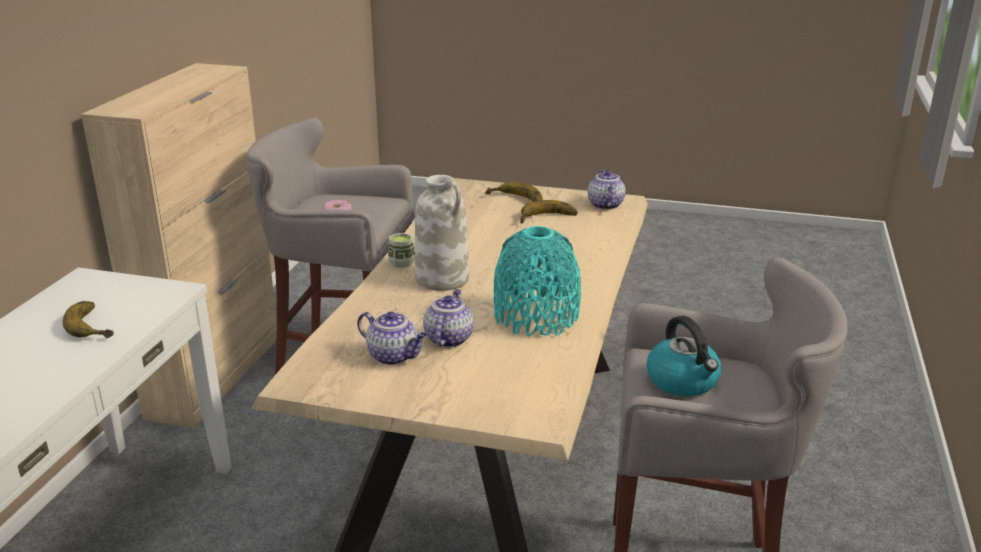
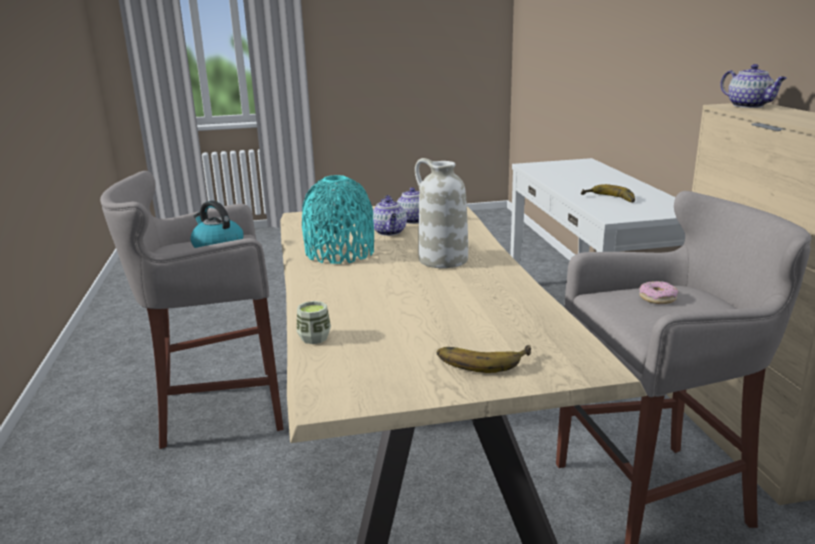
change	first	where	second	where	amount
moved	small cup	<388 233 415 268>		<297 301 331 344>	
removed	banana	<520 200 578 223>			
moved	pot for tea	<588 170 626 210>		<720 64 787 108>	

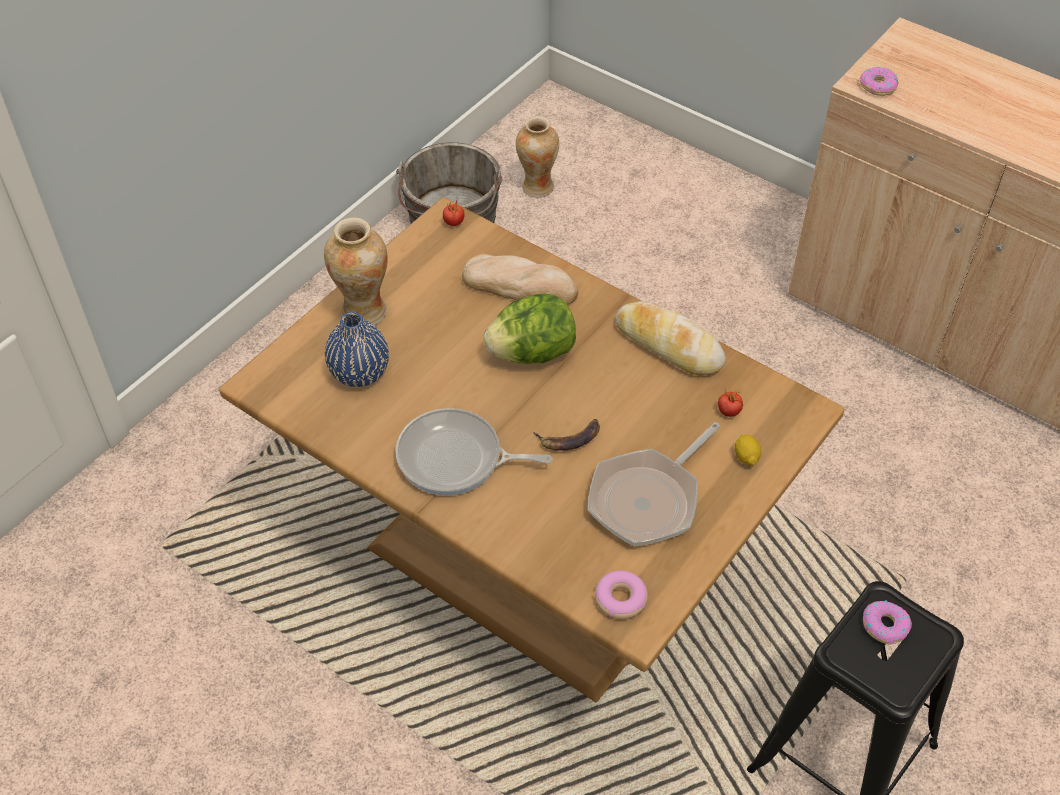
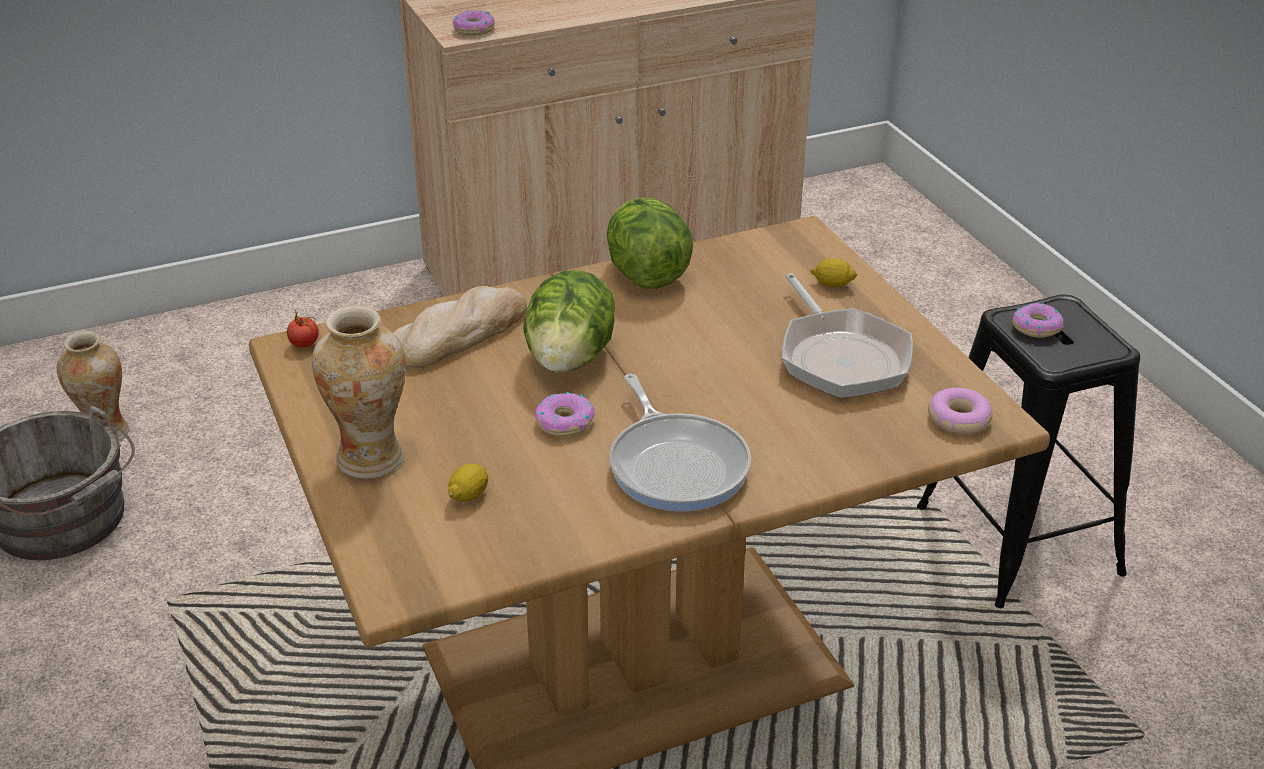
change	first	where	second	where	amount
replaced	decorative vase in blue	<325 312 389 387>	whole lemon	<448 464 488 502>	
turned	frying pan	<396 408 553 496>		<609 374 751 512>	60 degrees counterclockwise
removed	banana	<533 419 600 451>			
replaced	baked bread	<615 301 726 376>	lettuce head	<607 198 693 289>	
removed	tomato	<718 390 743 417>			
added			donut	<535 392 595 436>	

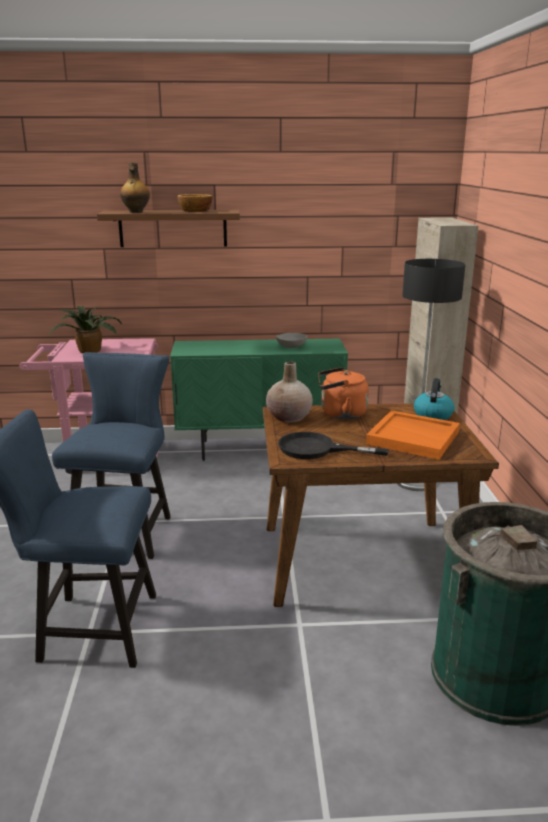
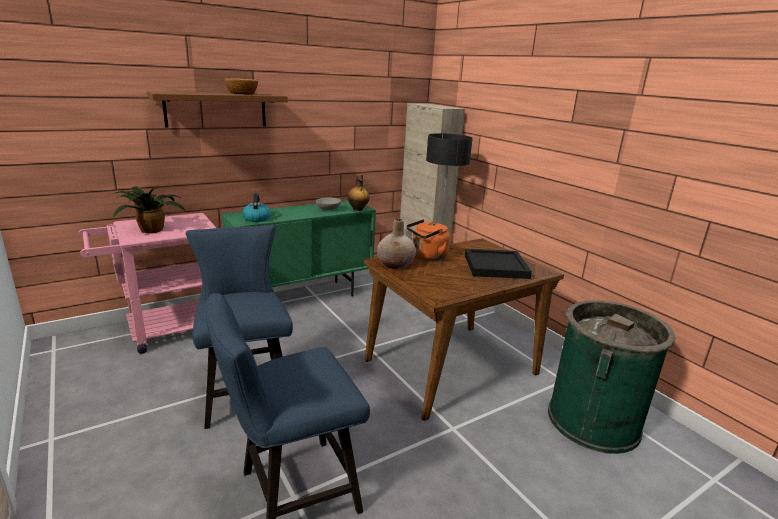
change	first	where	second	where	amount
moved	bottle	<120 163 150 213>		<347 174 370 211>	
removed	frying pan in black-coloured	<278 432 389 459>			
recoloured	carrying tray in orange	<366 410 460 460>	carrying tray in black-coloured	<465 248 532 279>	
moved	kettle	<414 378 455 420>		<242 193 271 222>	

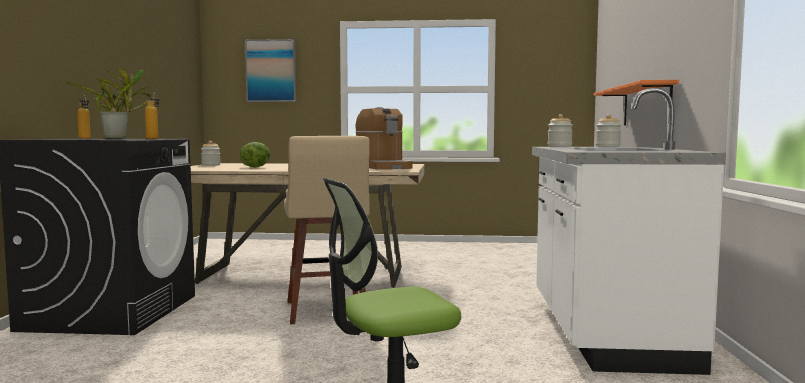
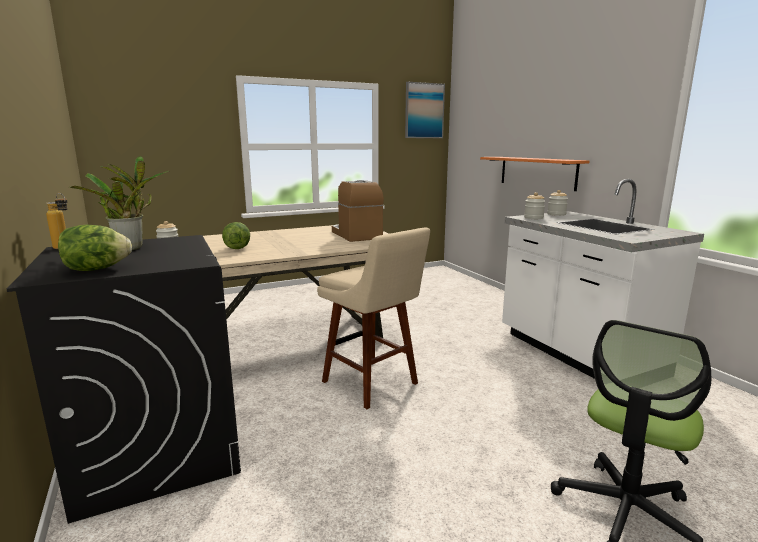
change	first	where	second	where	amount
removed	bottle	<145 93 160 139>			
moved	wall picture	<245 39 297 102>		<405 82 445 138>	
turned	coffee brewer	<356 107 413 170>		<332 180 384 242>	150 degrees counterclockwise
added			lettuce head	<58 225 132 271>	

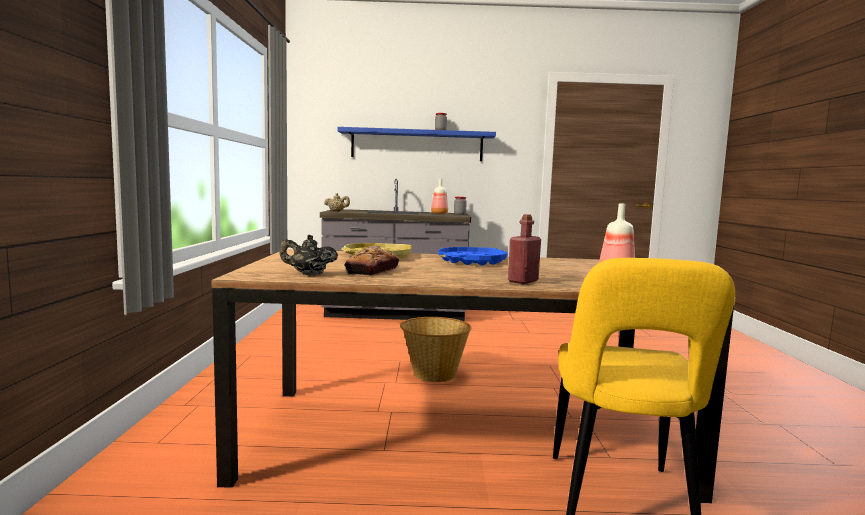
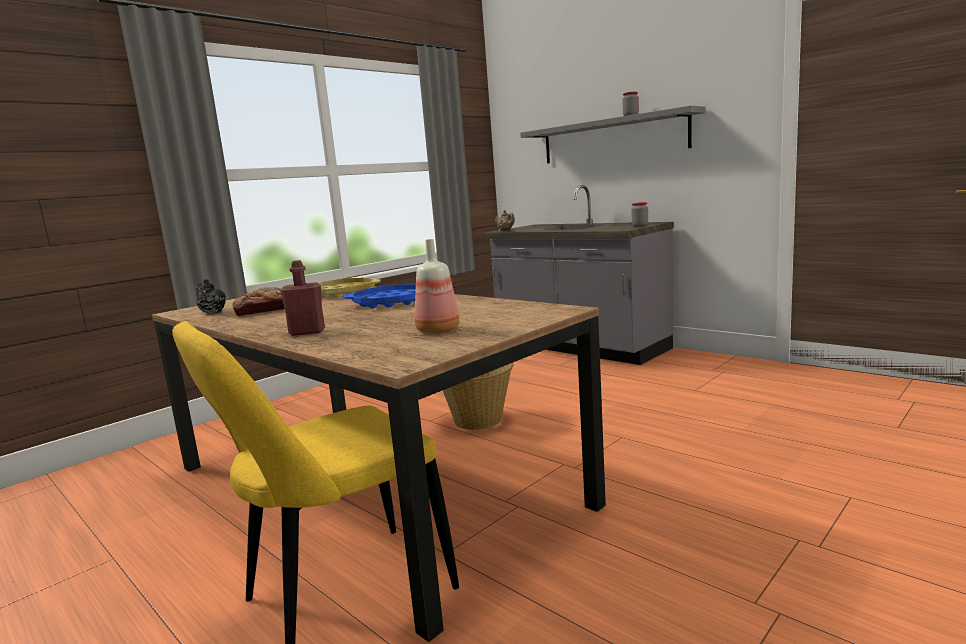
change	first	where	second	where	amount
recoloured	wall shelf in blue	<337 127 496 161>	wall shelf in greyish	<520 105 705 164>	
removed	bottle	<431 178 448 214>			

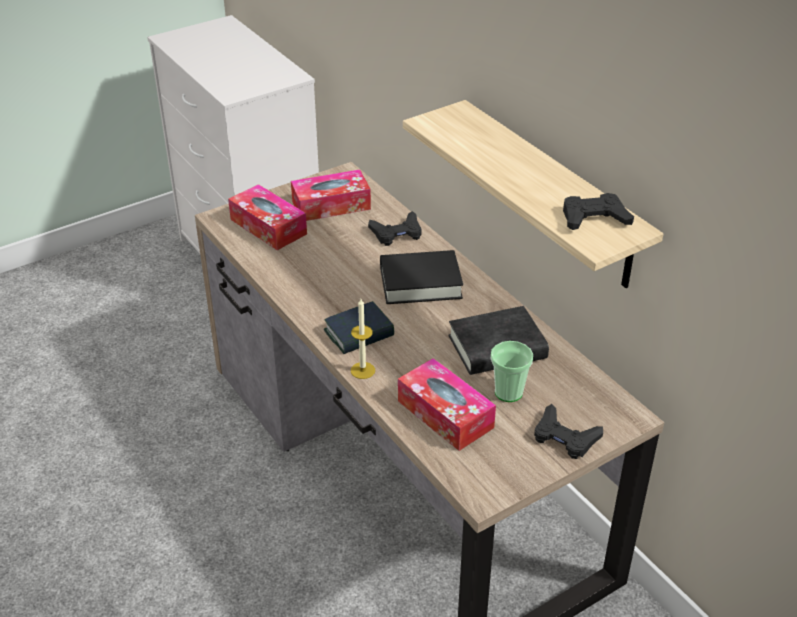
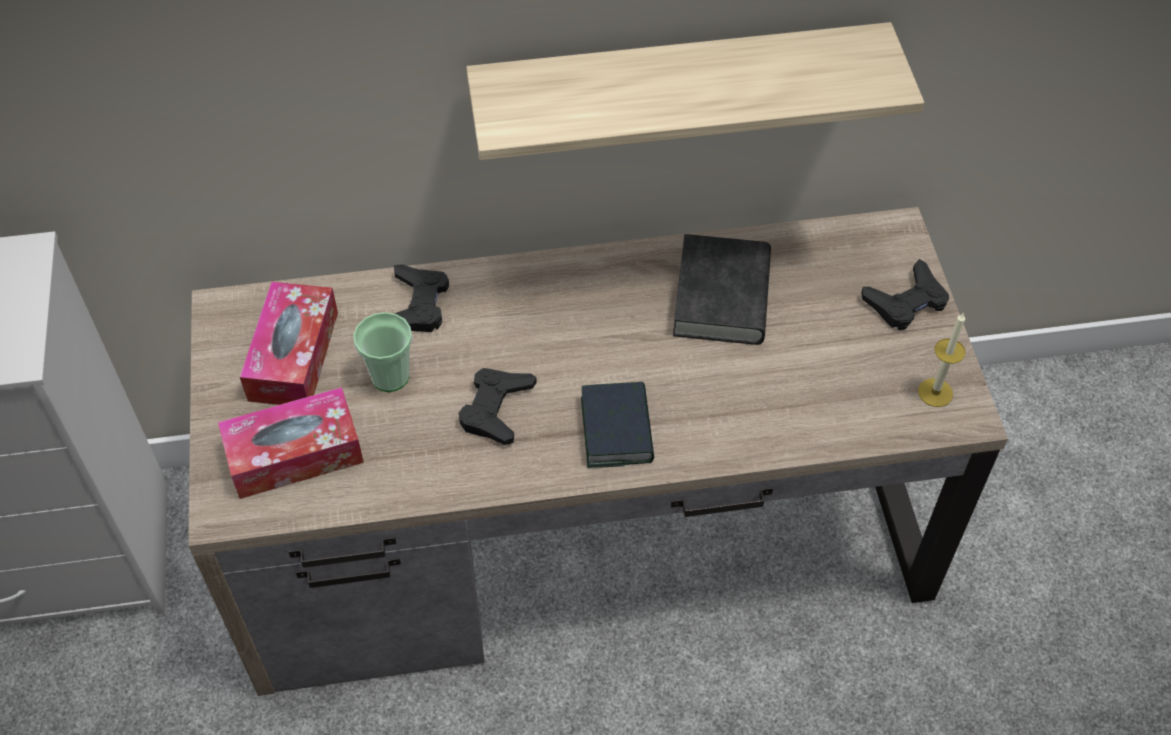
change	first	where	second	where	amount
moved	wax candle	<351 299 375 379>		<918 312 966 407>	
removed	volume in black-coloured	<380 250 463 304>			
removed	box of tissues	<398 358 496 451>			
moved	small cup	<491 341 533 402>		<353 312 412 392>	
moved	joypad in black-coloured	<563 193 634 230>		<459 368 537 445>	

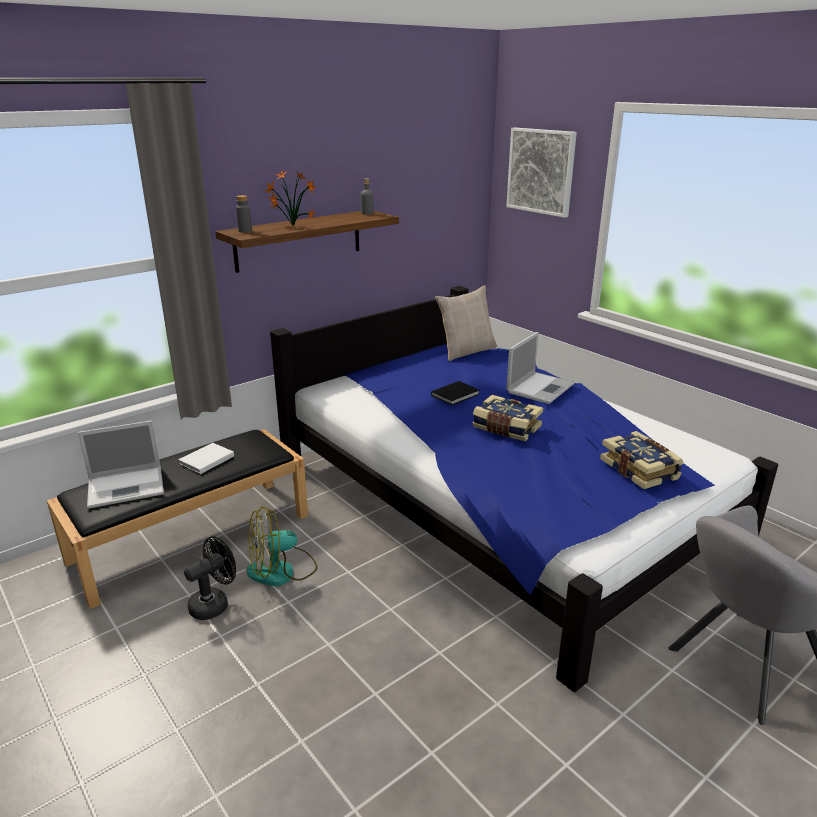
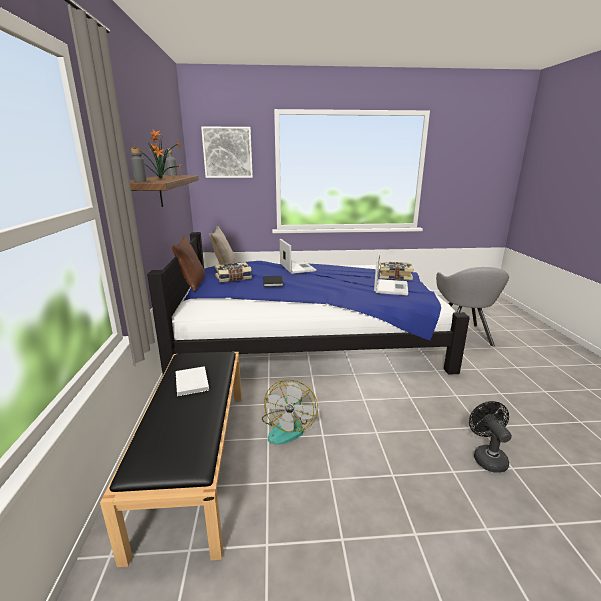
change	first	where	second	where	amount
moved	laptop	<78 420 164 509>		<374 251 408 295>	
moved	cooling fan in black-coloured	<184 536 236 620>		<469 401 512 473>	
moved	volume	<472 395 543 441>		<215 262 252 282>	
added			throw pillow in brownish	<171 236 205 292>	

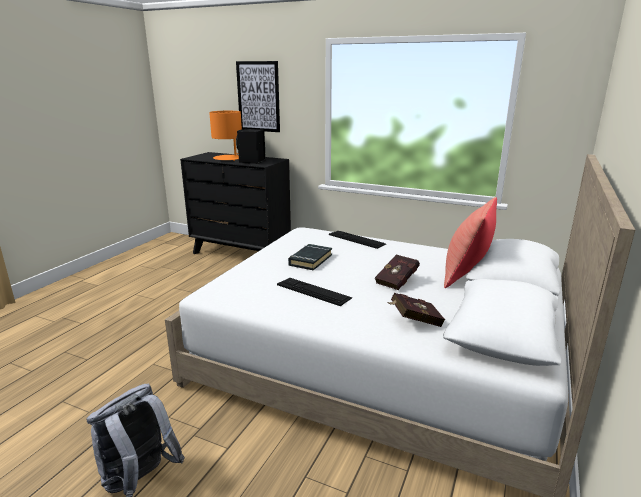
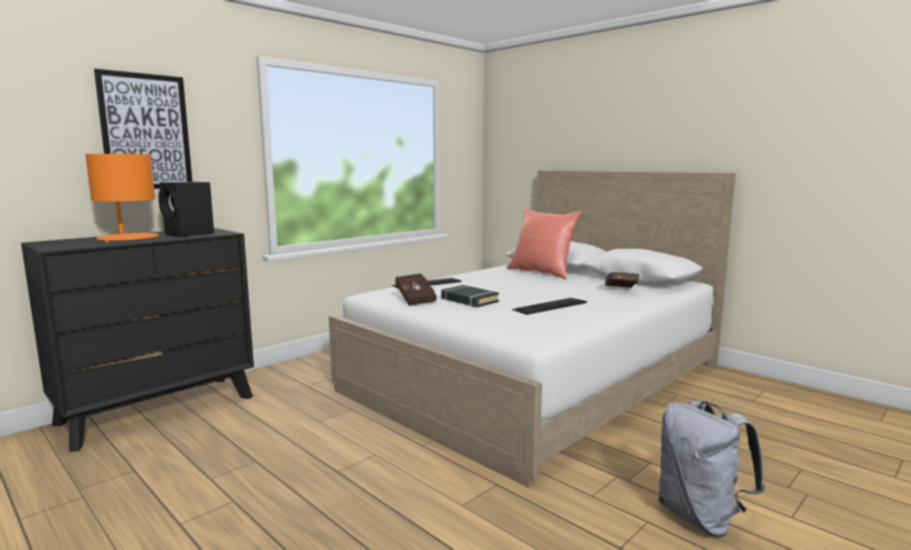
change	first	where	second	where	amount
moved	volume in red-coloured	<375 254 420 290>		<395 274 437 306>	

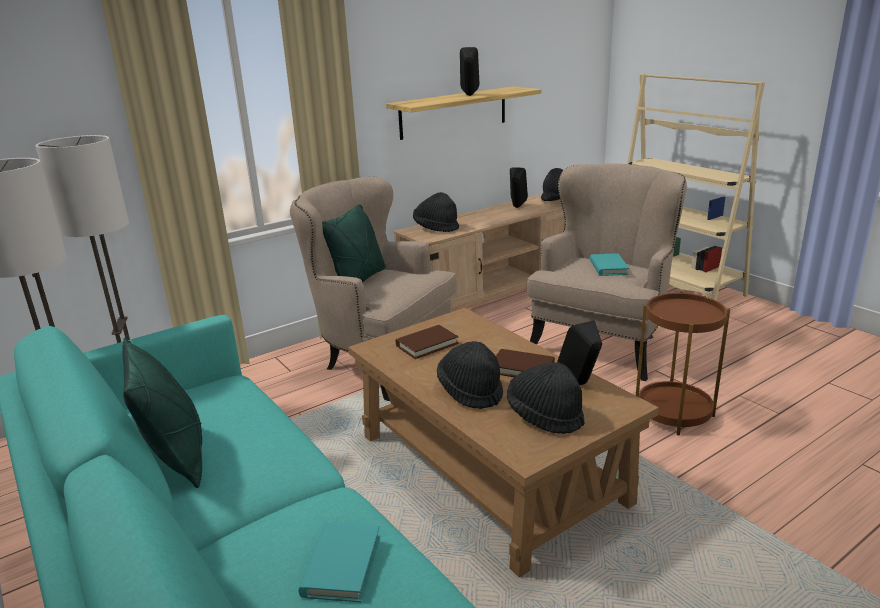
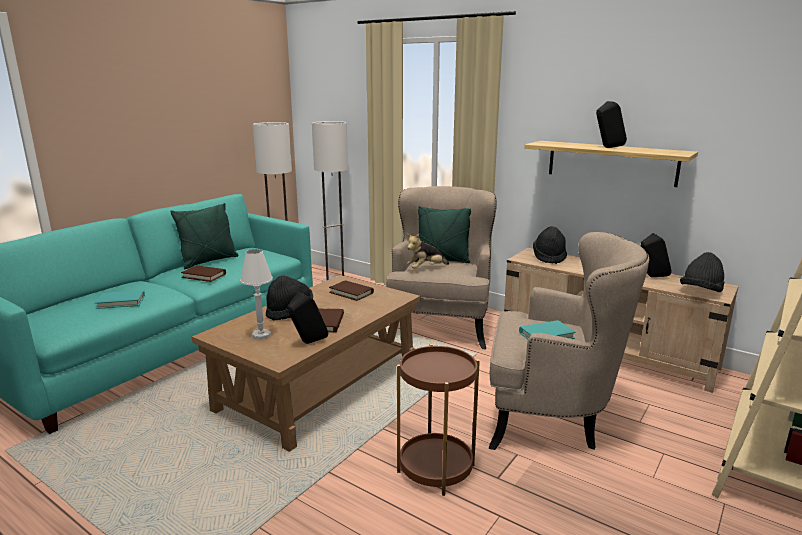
change	first	where	second	where	amount
replaced	hat in black-coloured	<507 362 585 434>	table lamp in white-coloured	<240 249 273 340>	
added			volume in brownish	<181 265 226 282>	
added			plush toy	<407 234 449 269>	

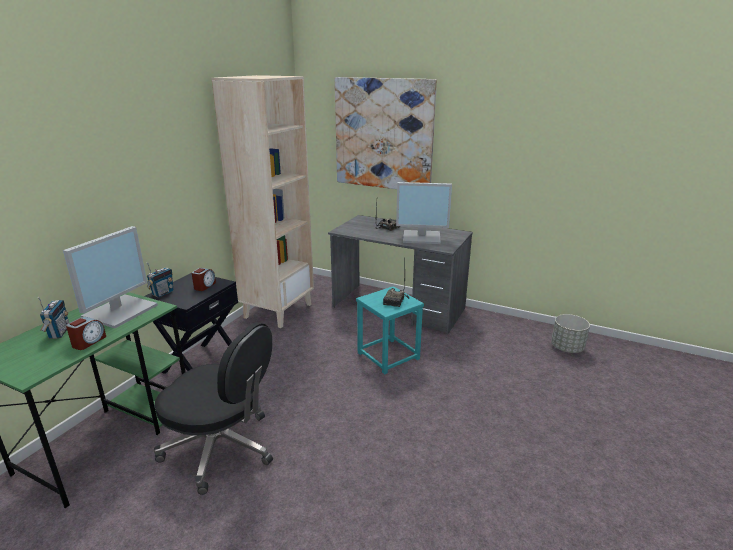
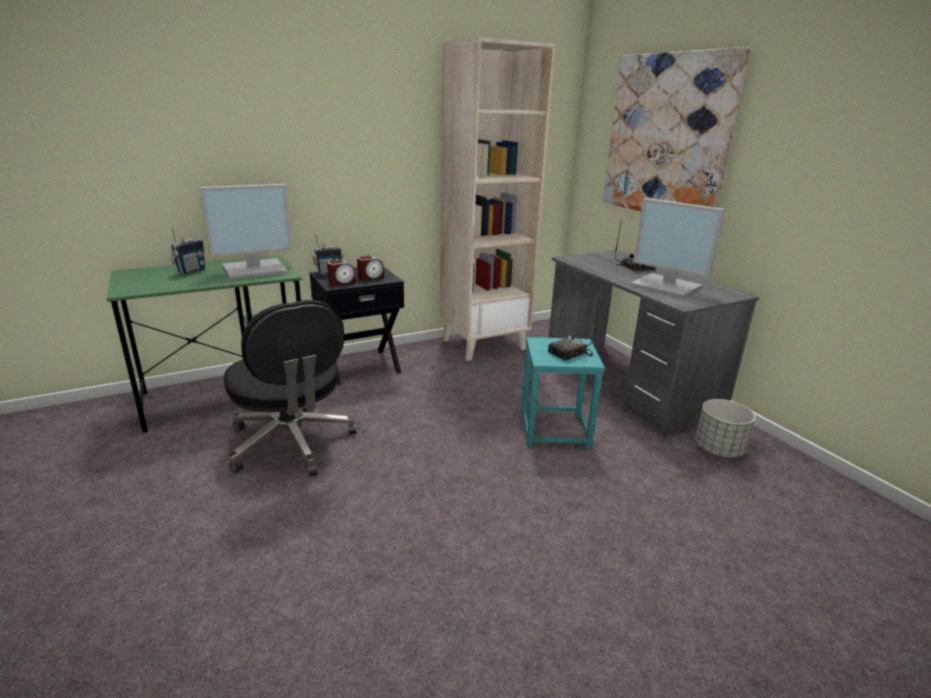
change	first	where	second	where	amount
moved	alarm clock	<66 317 106 350>		<327 260 356 286>	
moved	plant pot in greyish	<551 314 590 353>		<695 399 756 458>	

